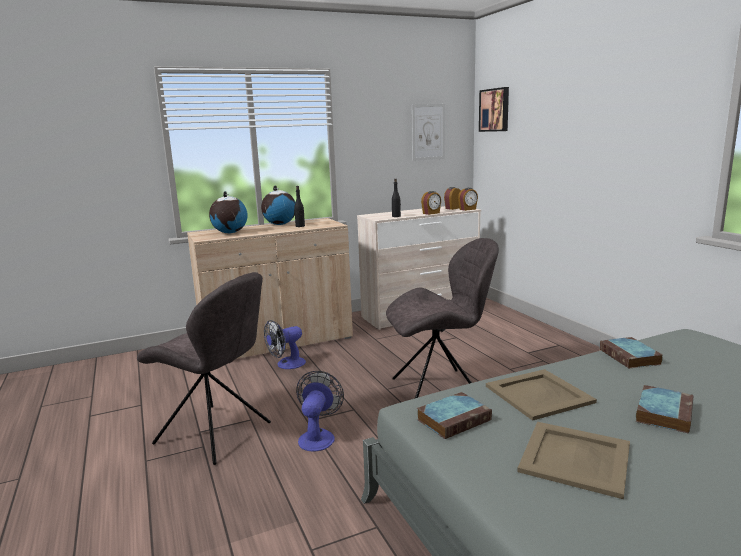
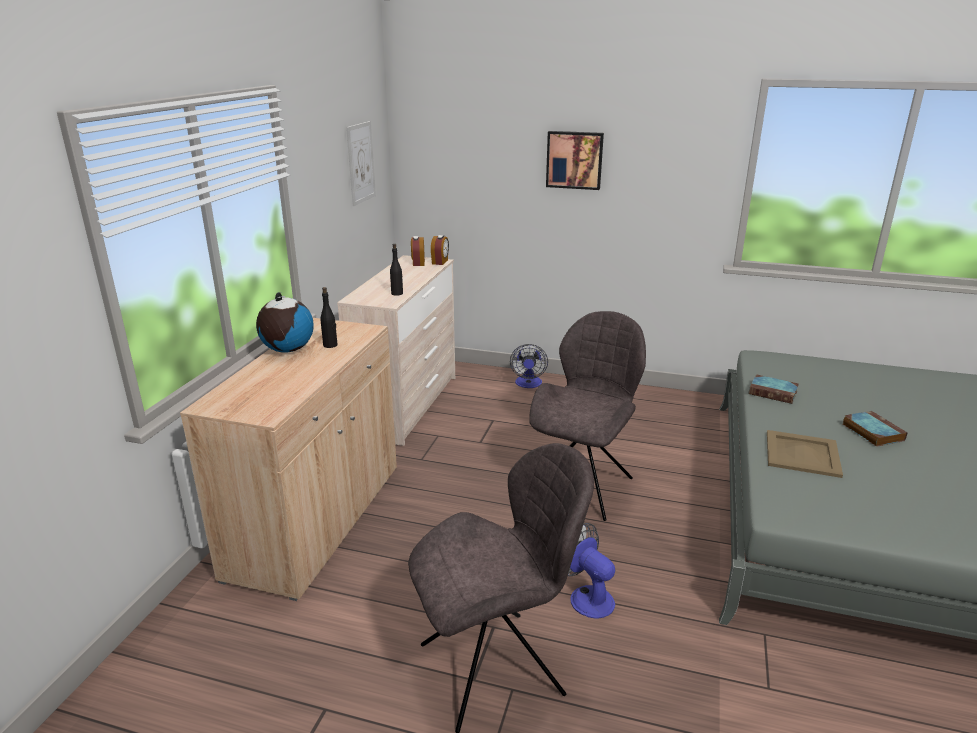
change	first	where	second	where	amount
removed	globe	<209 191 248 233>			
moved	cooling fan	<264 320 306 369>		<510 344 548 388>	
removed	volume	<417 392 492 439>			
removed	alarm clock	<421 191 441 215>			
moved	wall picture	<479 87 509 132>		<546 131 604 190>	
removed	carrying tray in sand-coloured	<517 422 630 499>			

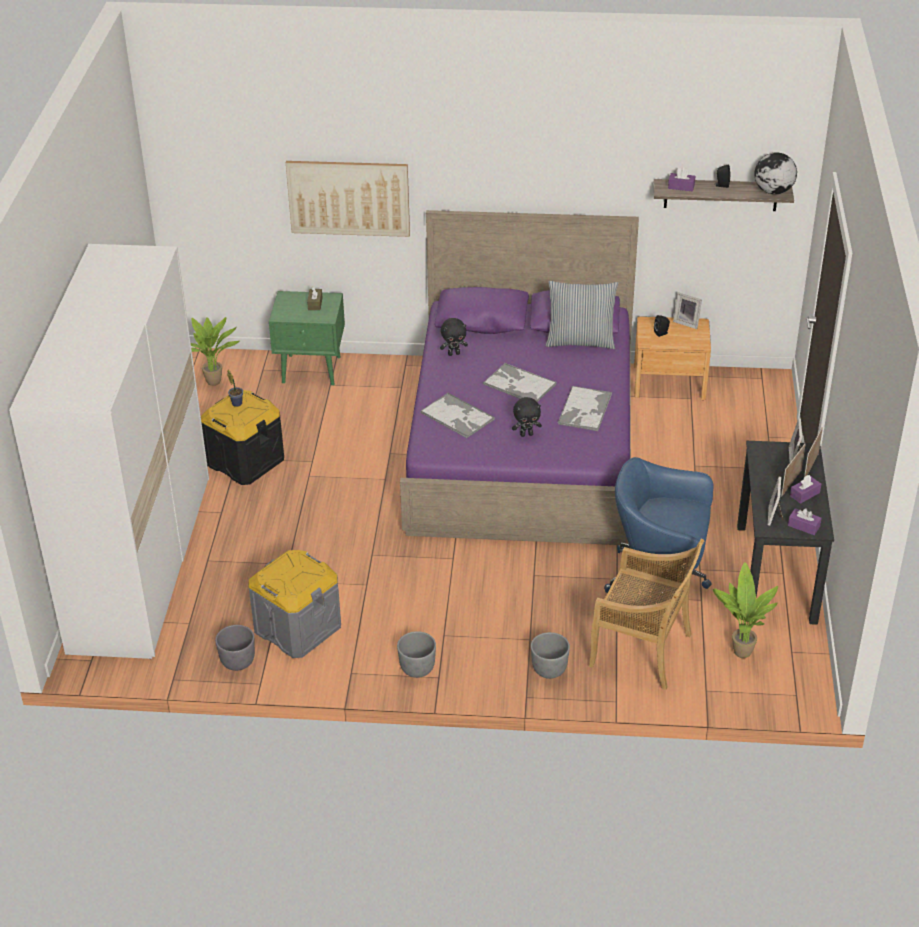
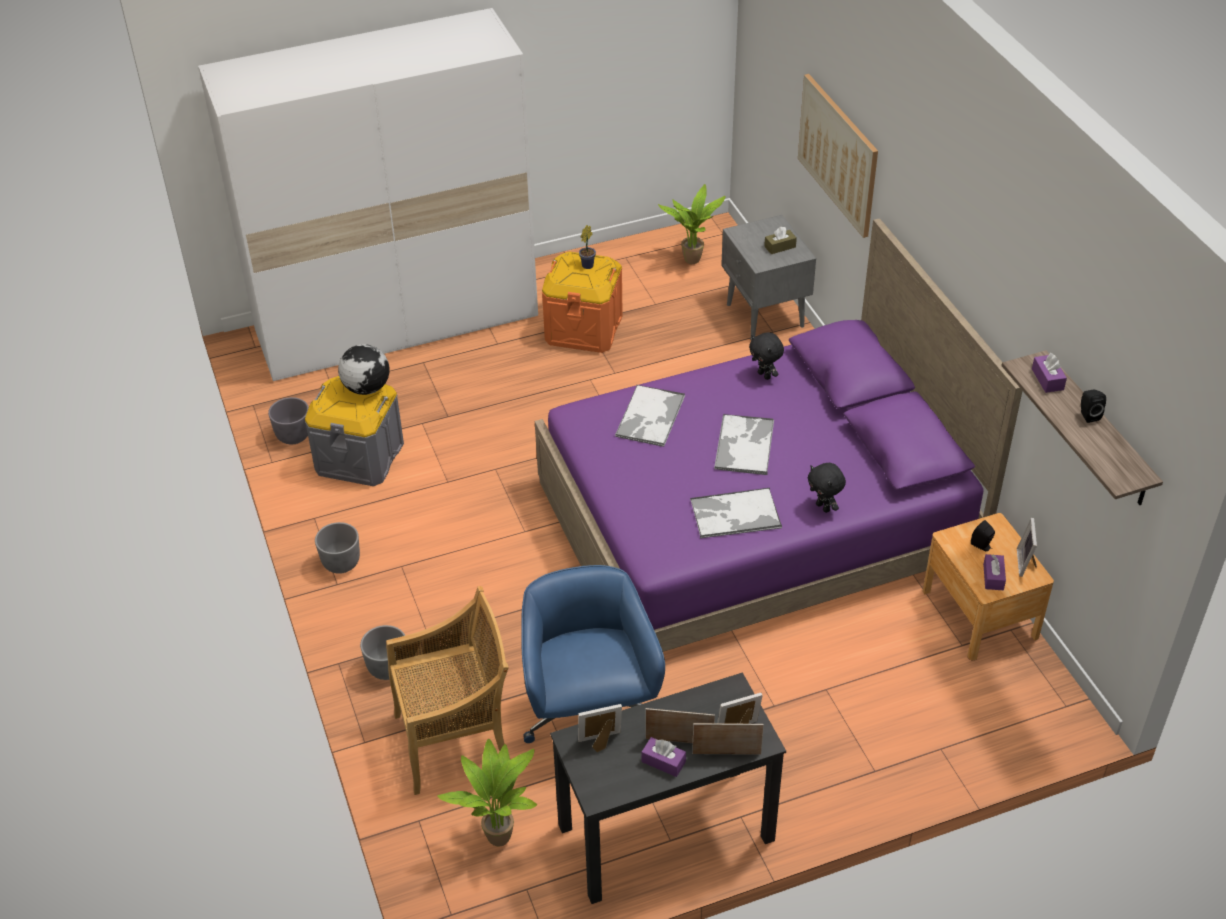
change	first	where	second	where	amount
recoloured	storage box in black-coloured	<201 390 284 485>	storage box in orange	<542 252 623 353>	
recoloured	night table in green	<269 291 345 385>	night table in greyish	<721 215 816 340>	
moved	plush toy in black-coloured	<512 397 542 437>		<808 463 846 513>	
removed	throw pillow	<546 281 618 349>			
turned	chair in sand-coloured	<589 539 705 690>		<386 586 511 795>	105 degrees counterclockwise
moved	globe	<754 152 797 194>		<338 344 390 395>	
moved	box of tissues in purplish	<788 508 822 535>		<983 554 1006 590>	

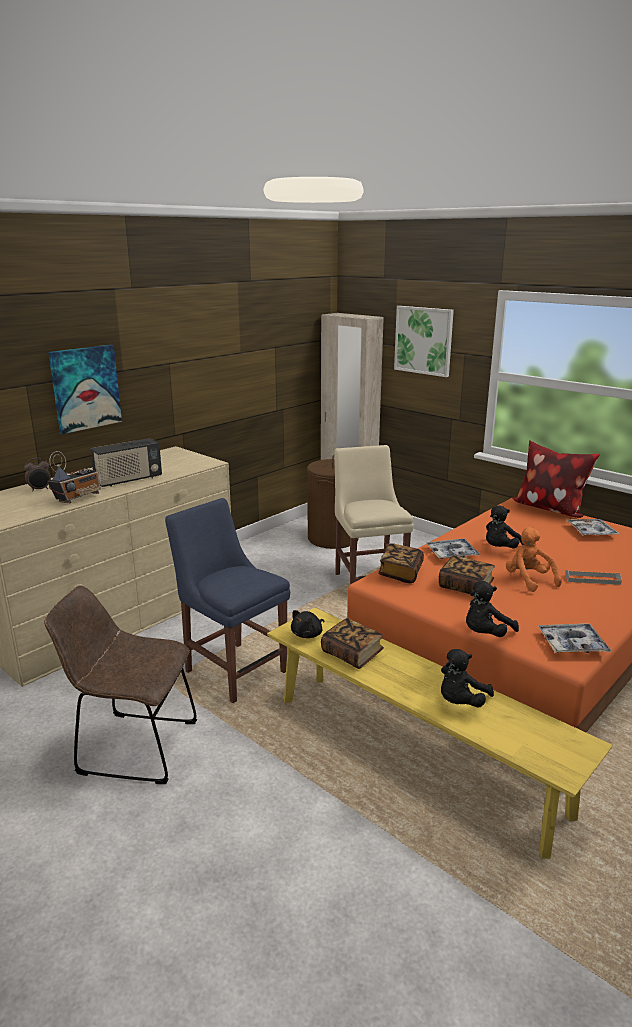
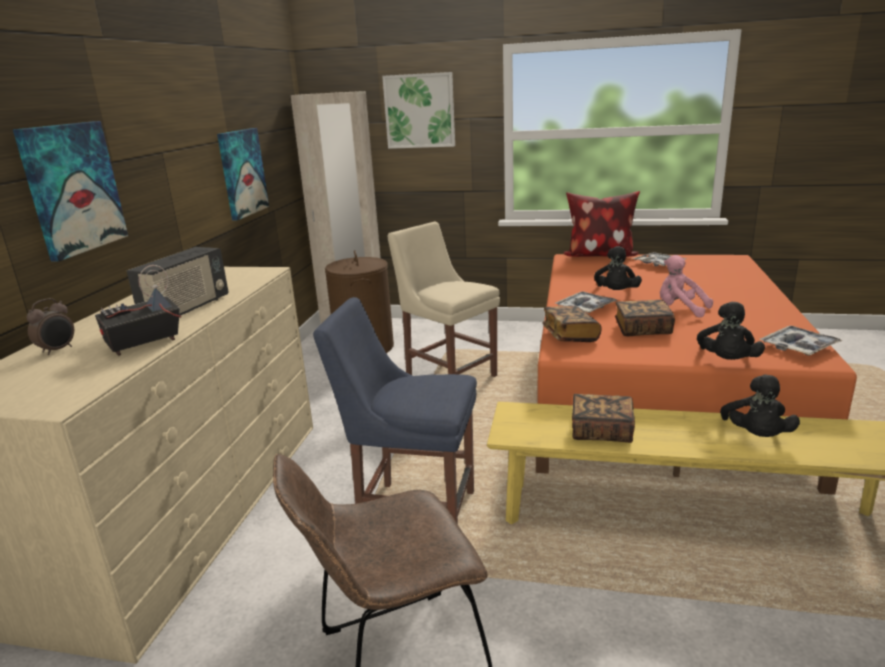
change	first	where	second	where	amount
turned	radio	<47 451 101 503>		<95 265 181 356>	135 degrees counterclockwise
removed	plush toy in black-coloured	<291 610 325 638>			
recoloured	plush toy in orange	<506 527 562 592>	plush toy in pink	<660 255 713 317>	
removed	carrying tray in greyish	<565 570 622 585>			
added			wall picture	<217 128 269 220>	

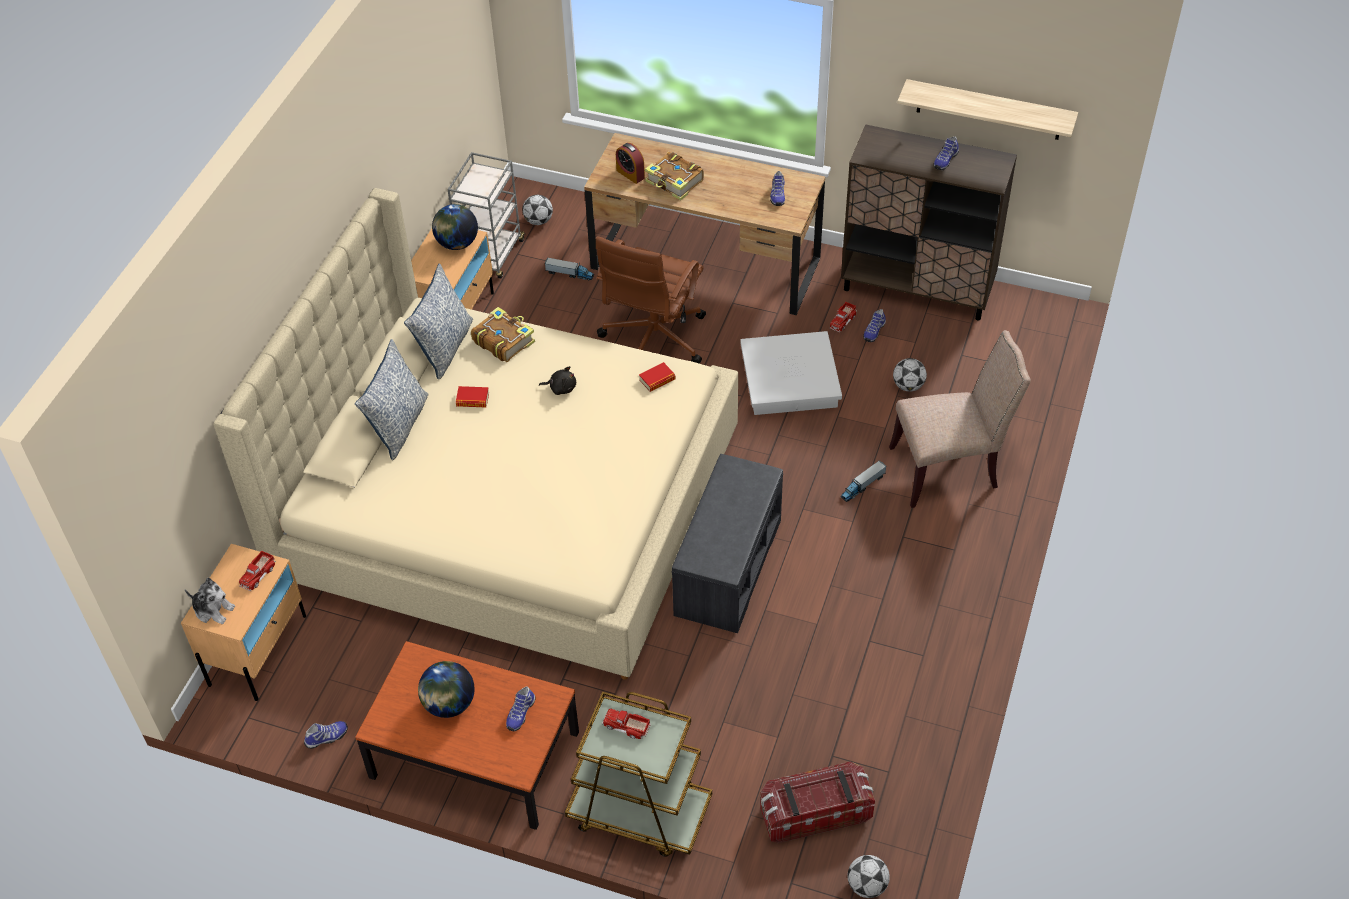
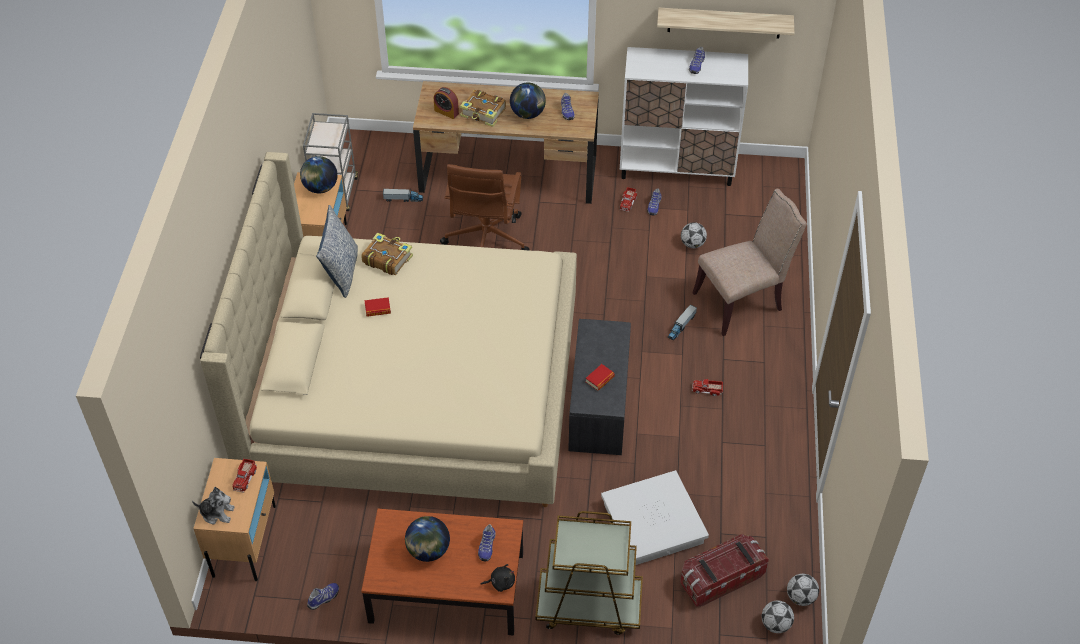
change	first	where	second	where	amount
removed	throw pillow	<355 339 428 460>			
moved	football	<522 195 553 225>		<787 574 819 606>	
moved	plush toy in black-coloured	<539 366 576 395>		<480 564 515 592>	
moved	model truck	<602 709 651 739>		<692 379 723 396>	
moved	volume	<639 362 675 392>		<586 364 615 391>	
moved	storage box in white-coloured	<740 331 842 415>		<601 470 709 565>	
recoloured	cabinet in brownish	<841 124 1017 321>	cabinet in white-coloured	<620 47 748 186>	
added			globe	<510 82 546 119>	

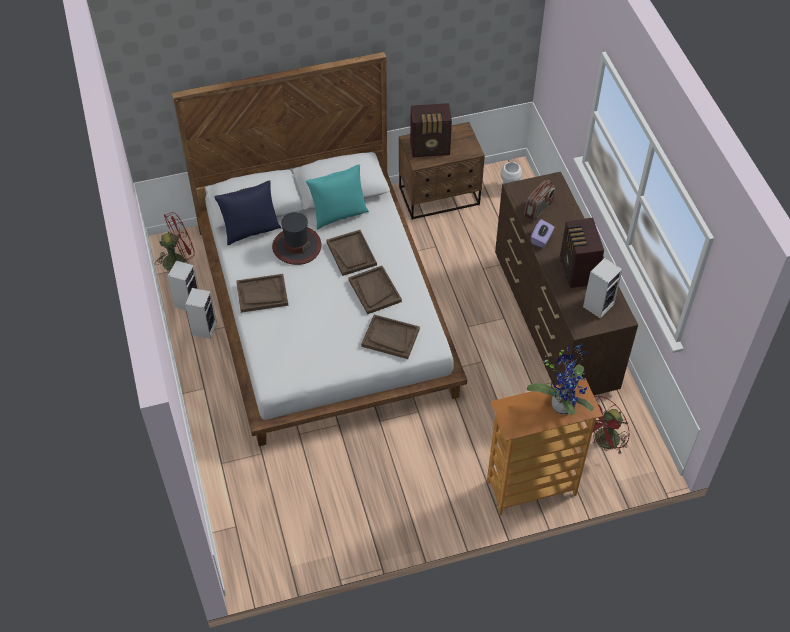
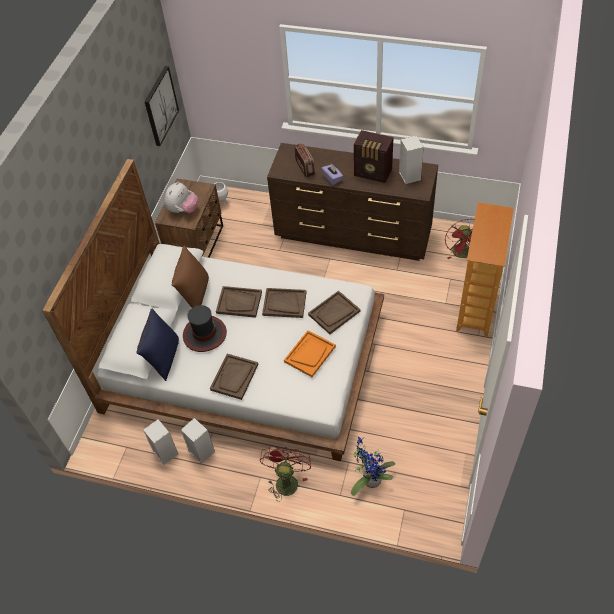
change	first	where	second	where	amount
moved	cooling fan in red-coloured	<155 212 195 271>		<260 447 311 502>	
recoloured	throw pillow in turquoise-coloured	<306 164 369 230>	throw pillow in brownish	<172 246 209 308>	
replaced	radio	<410 103 452 157>	plush toy	<164 182 198 213>	
moved	potted plant	<527 344 594 415>		<351 437 395 496>	
added			wall picture	<144 66 179 146>	
added			carrying tray in orange	<284 330 336 377>	

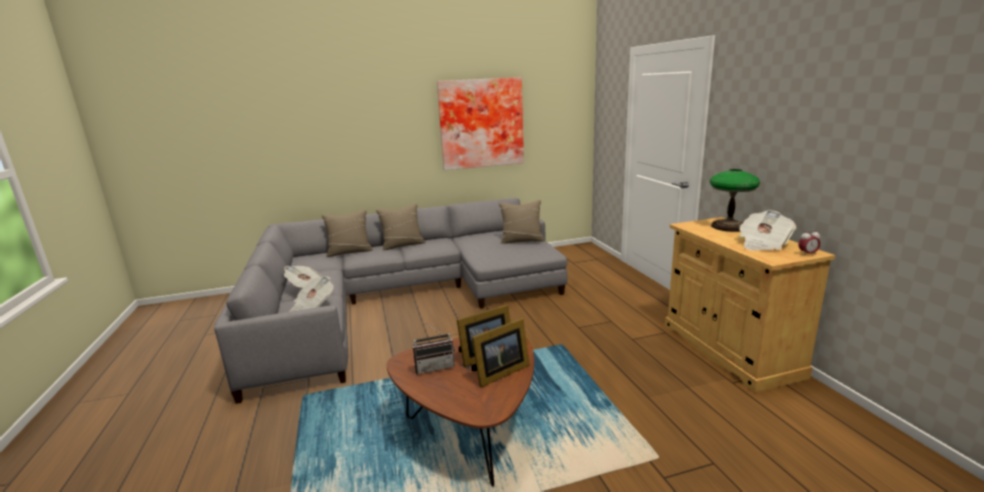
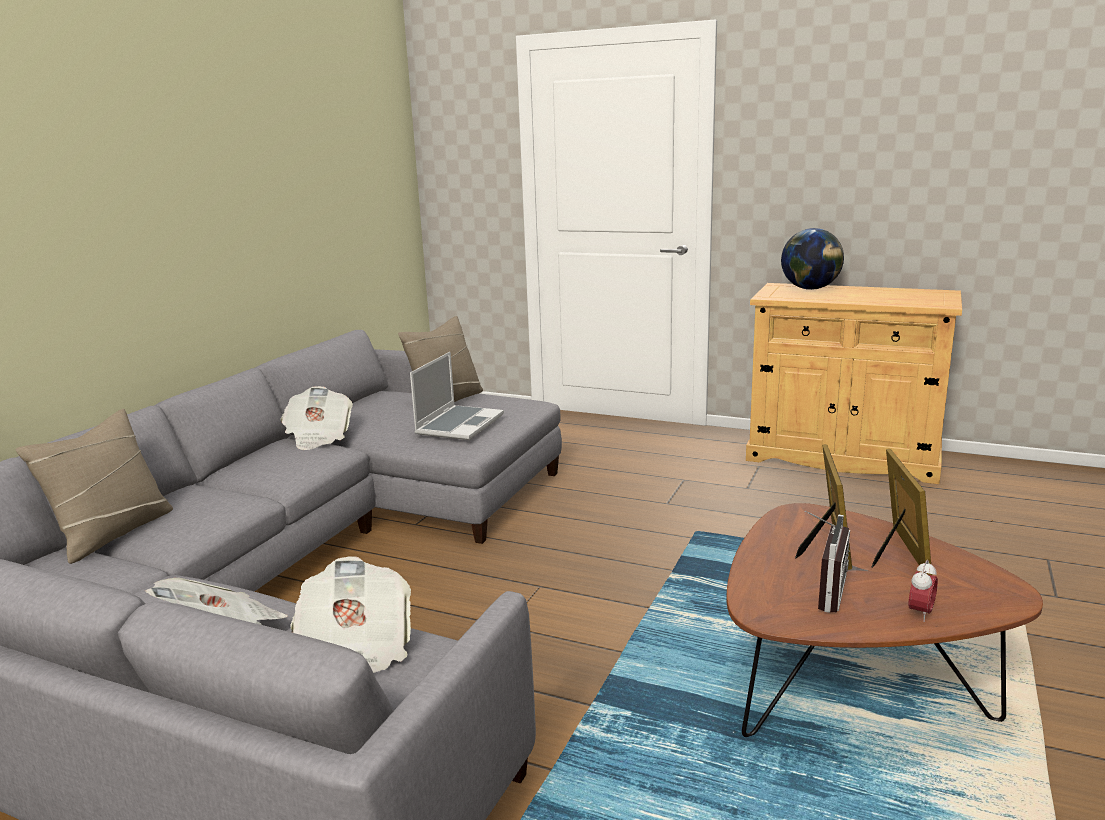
change	first	where	second	where	amount
removed	throw pillow in sand-coloured	<376 204 425 250>			
removed	wall picture	<437 77 524 170>			
replaced	table lamp	<710 169 760 232>	globe	<781 228 844 290>	
moved	printed paper	<739 210 796 251>		<281 386 353 450>	
moved	alarm clock	<799 229 820 255>		<908 560 938 622>	
added			laptop	<410 352 504 440>	

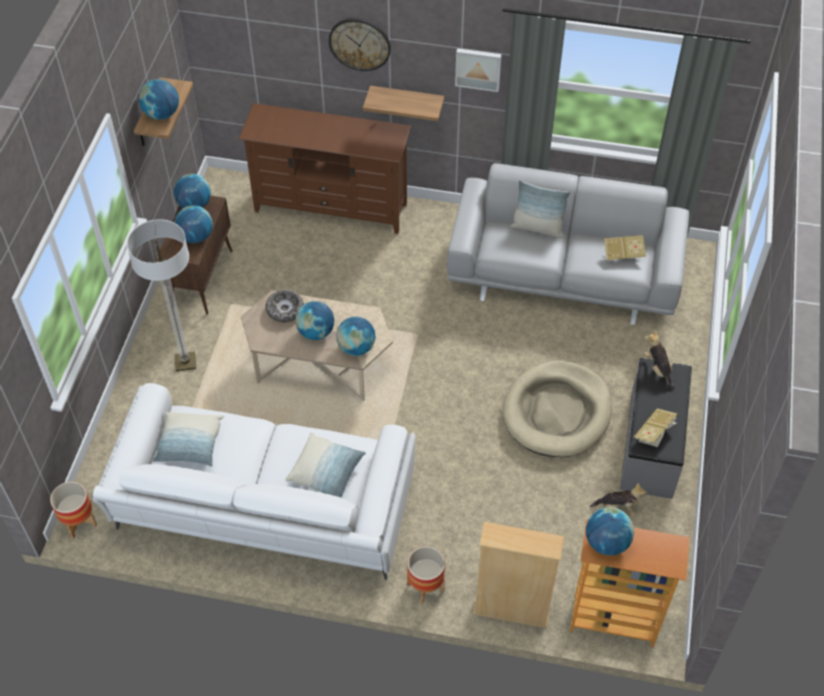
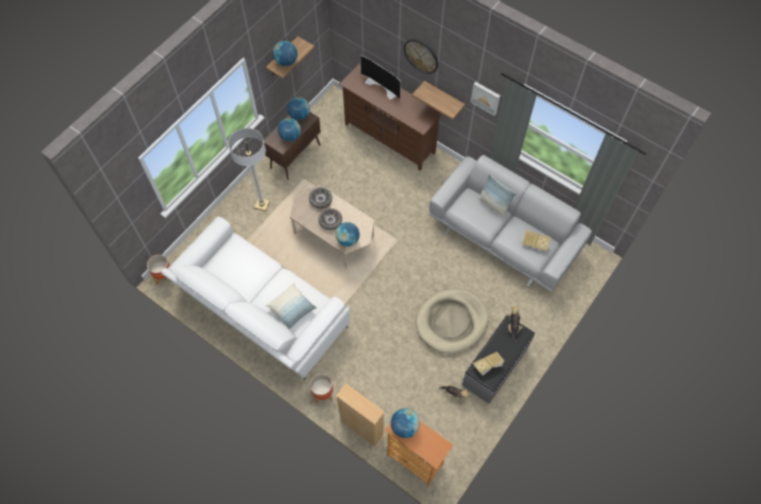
change	first	where	second	where	amount
removed	throw pillow	<153 412 224 467>			
replaced	globe	<295 301 334 340>	deep dish	<319 208 342 230>	
added			television	<360 55 401 100>	

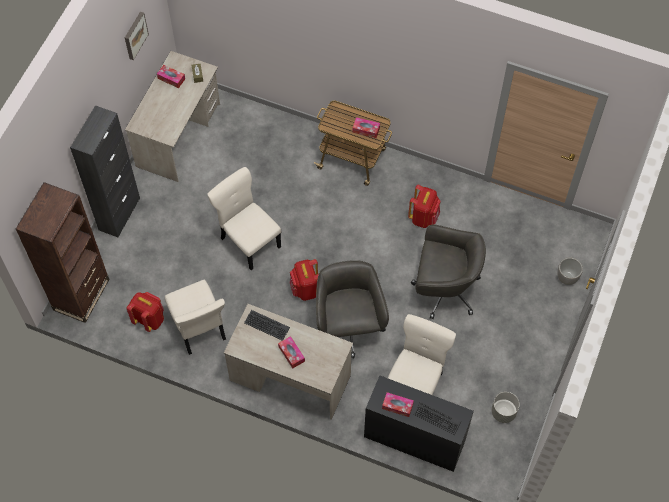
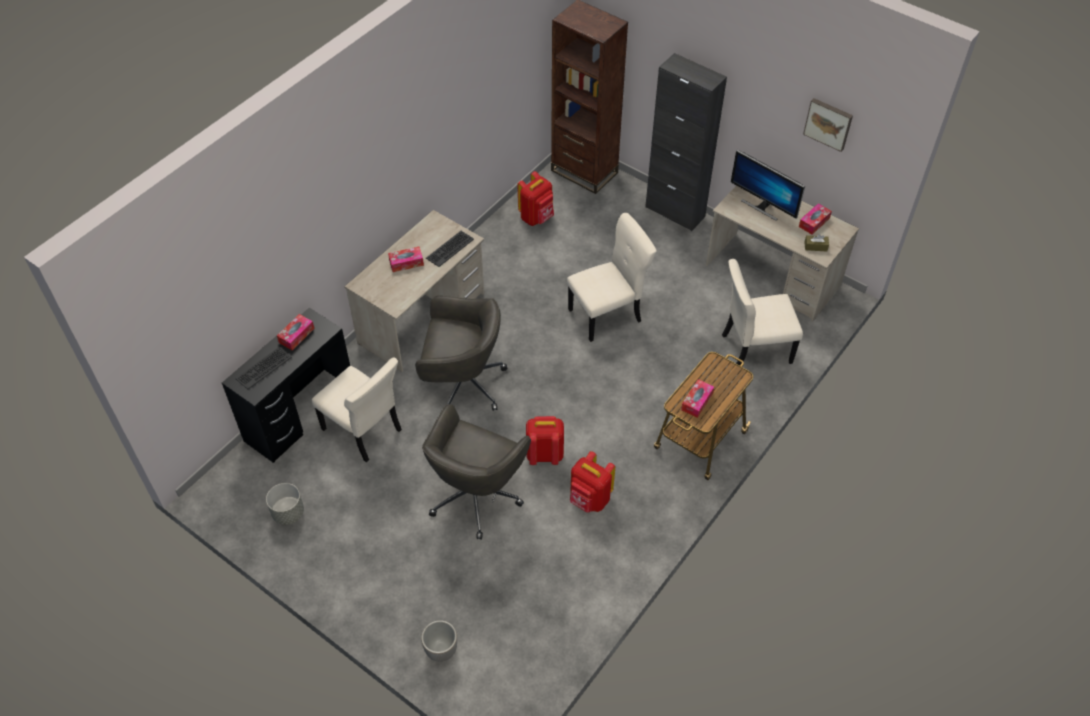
change	first	where	second	where	amount
moved	chair in sand-coloured	<165 280 226 355>		<722 259 803 366>	
moved	rucksack in red-coloured	<290 259 319 301>		<526 416 564 465>	
added			computer display	<731 150 805 221>	

